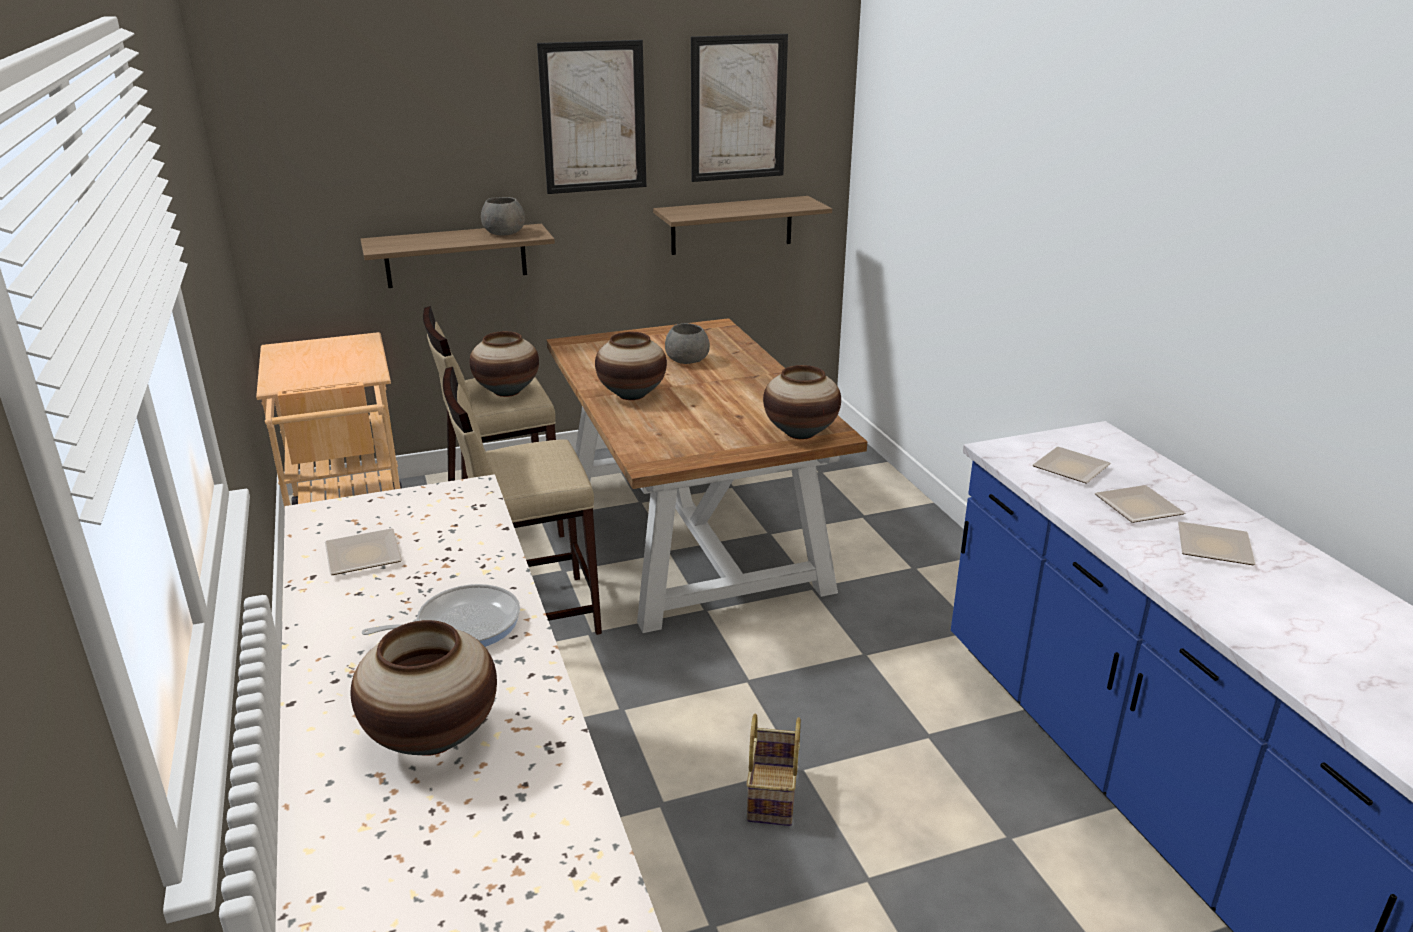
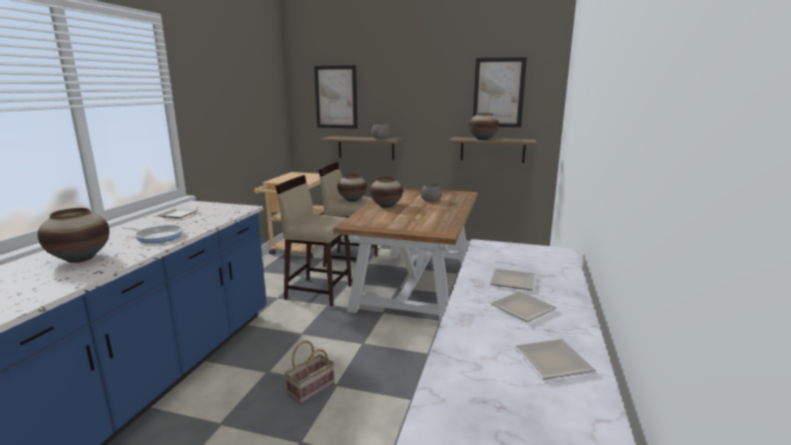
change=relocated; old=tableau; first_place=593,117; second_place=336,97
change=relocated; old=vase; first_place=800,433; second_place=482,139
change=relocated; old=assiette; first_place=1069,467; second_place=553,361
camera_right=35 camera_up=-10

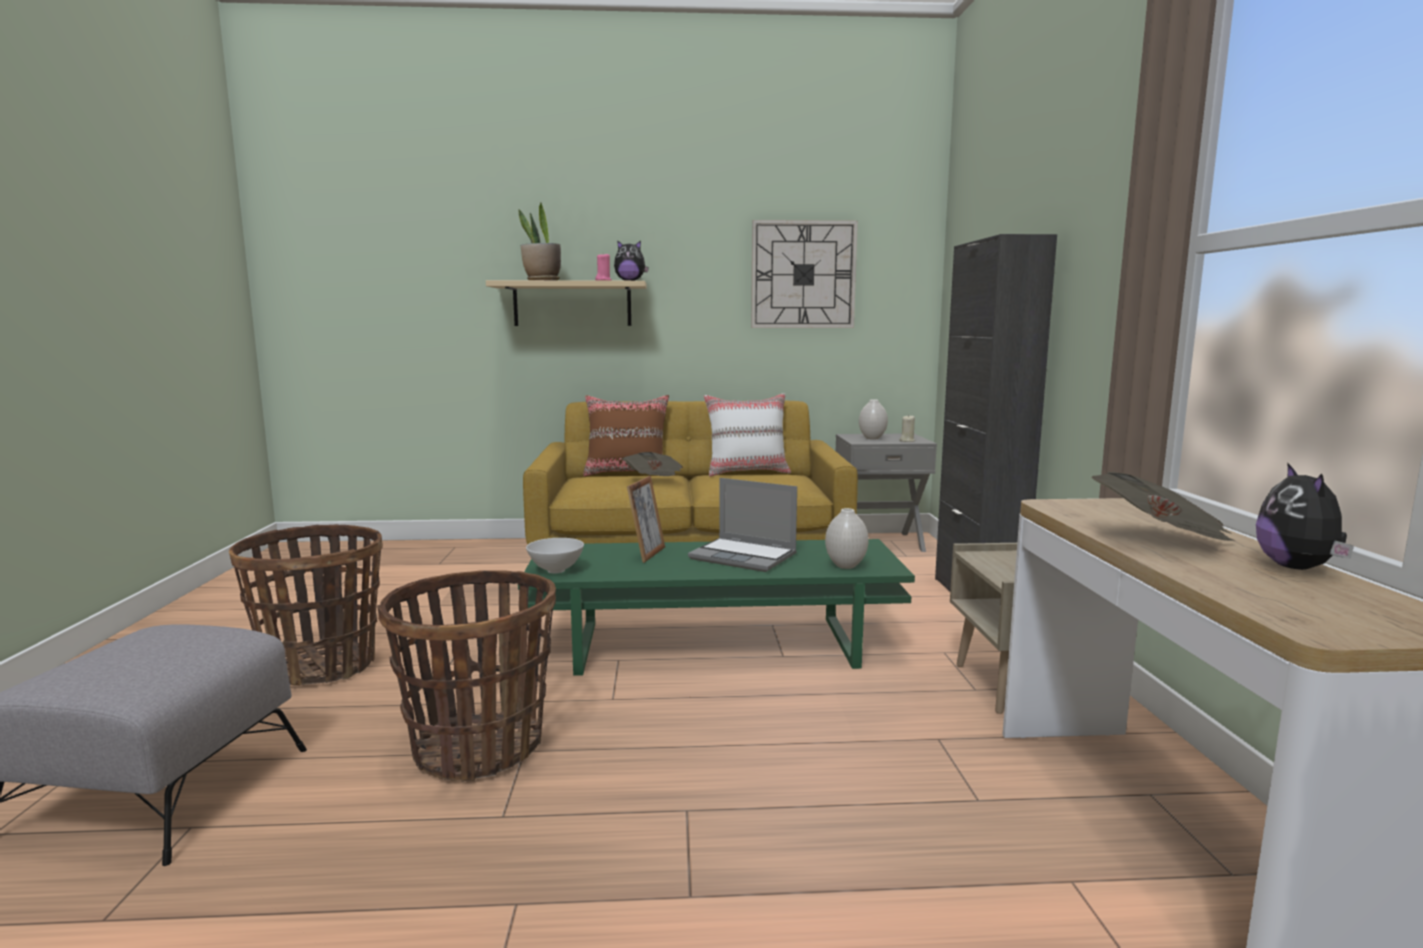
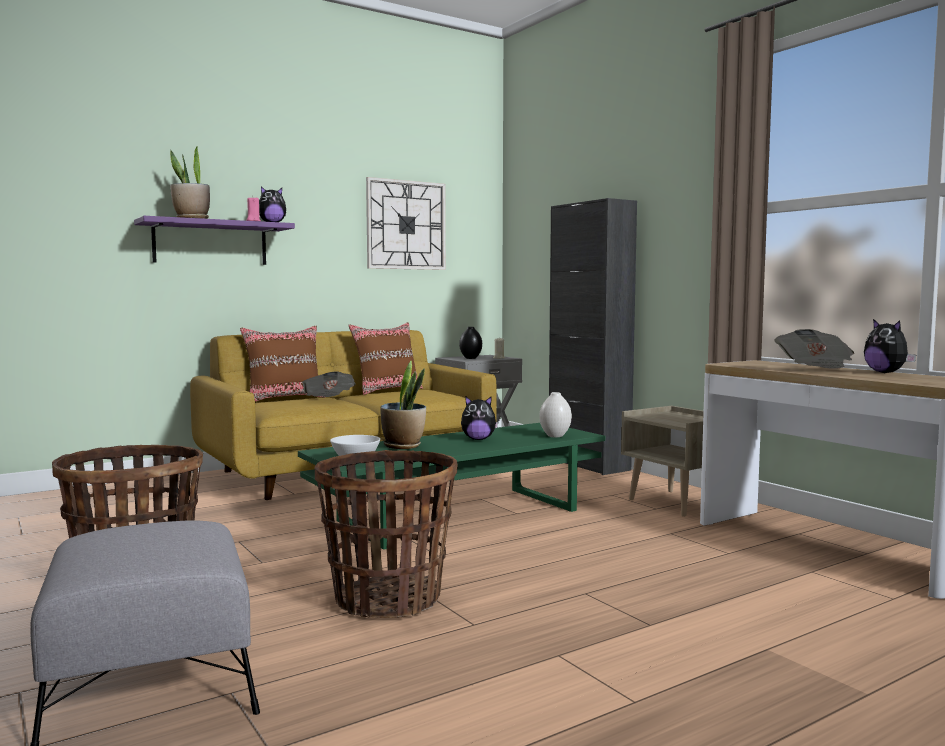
change=colour; old=étagère (beige); new=étagère (violet); first_place=572,304; second_place=210,243
change=exchanged; old=cadre photo; new=plante en pot; first_place=647,554; second_place=403,446
change=exchanged; old=ordinateur portable; new=peluche; first_place=744,557; second_place=478,439
change=colour; old=coussin (blanc); new=coussin (marron); first_place=747,472; second_place=387,390
change=colour; old=vase (blanc); new=vase (noir); first_place=872,438; second_place=470,358
camera_right=-30 camera_up=-5

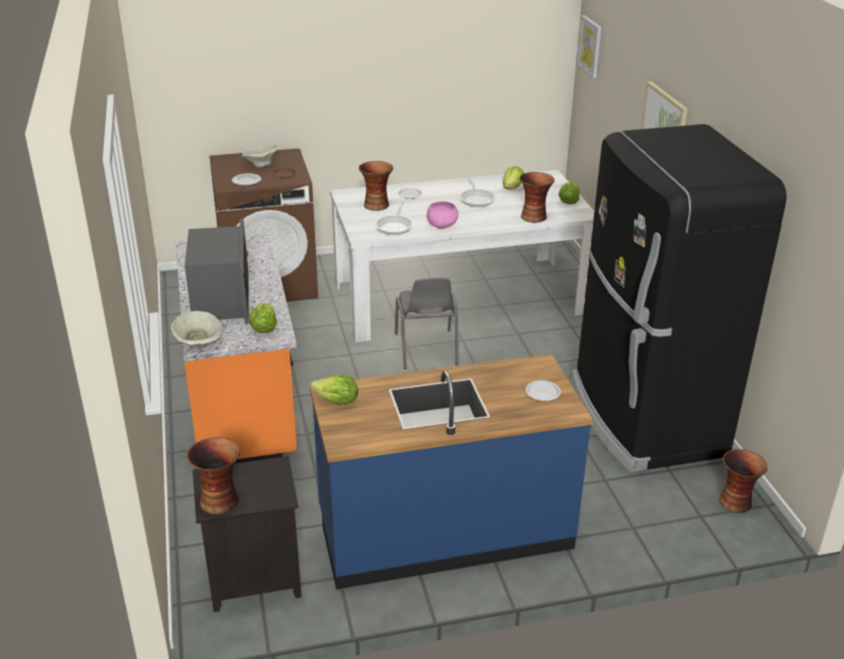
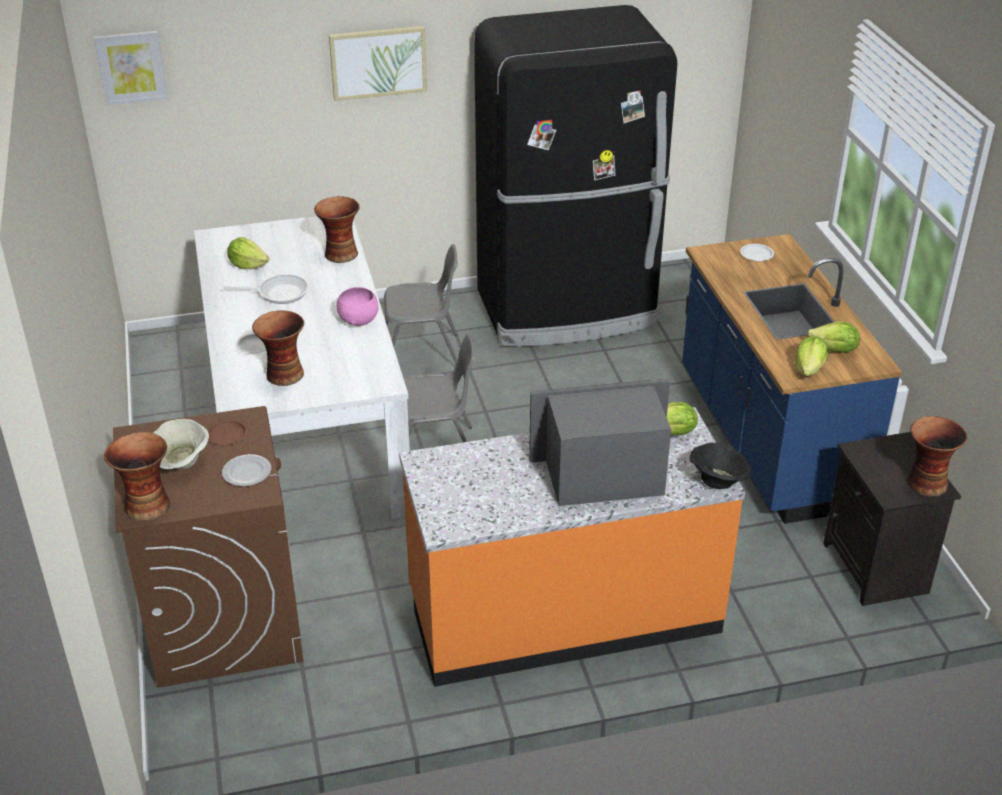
change=colour; old=bol (beige); new=bol (noir); first_place=199,344; second_place=718,481
change=missing; old=poêle; first_place=395,226
change=relocated; old=laitue; first_place=568,202; second_place=834,350
change=relocated; old=vase; first_place=736,502; second_place=146,505
change=appeared; new=chaise (gris); second_place=422,354
camera_right=-90 camera_up=5

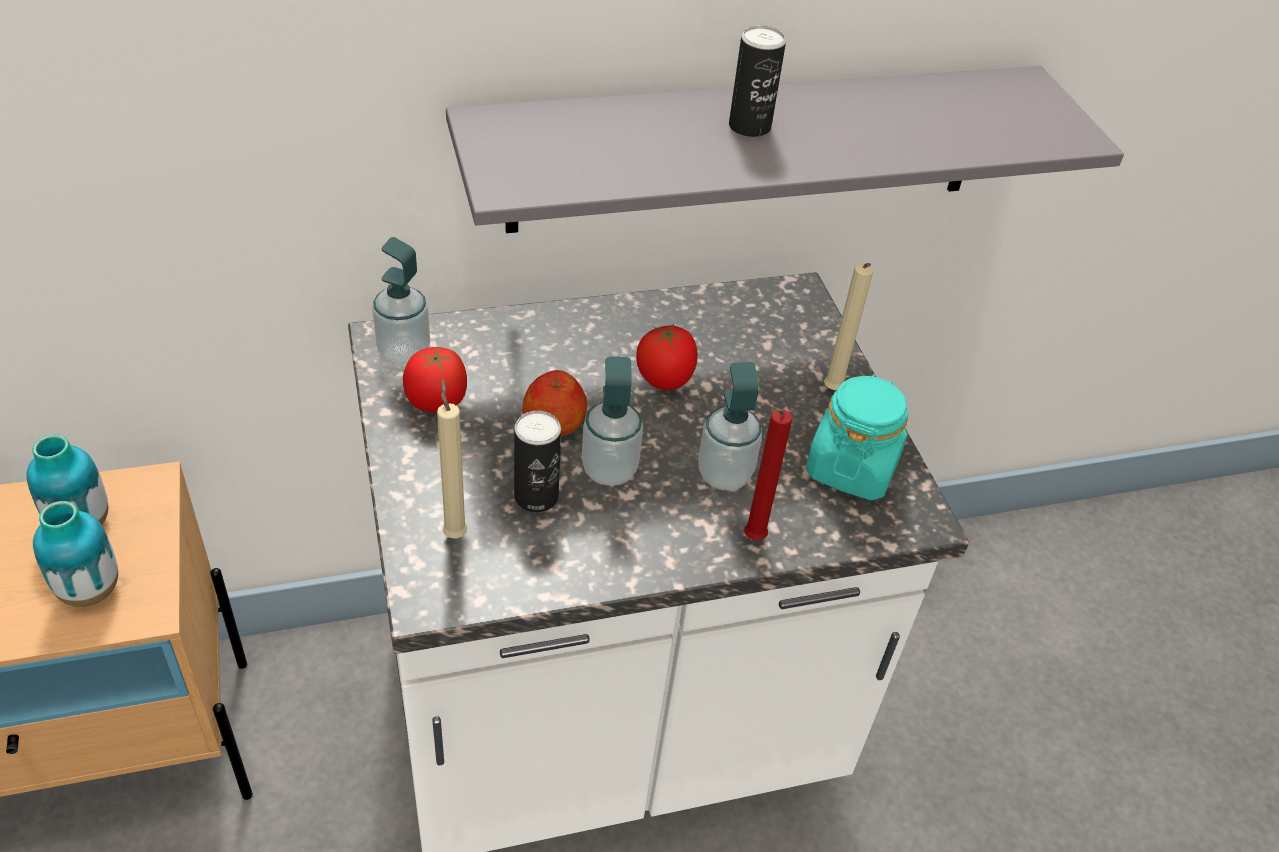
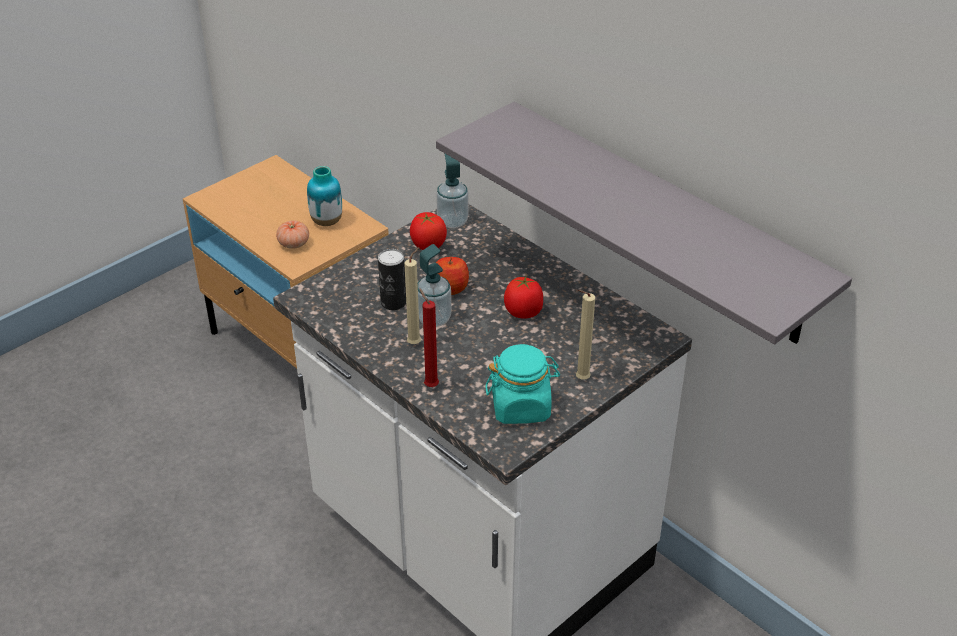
change=exchanged; old=vase; new=tomate; first_place=90,590; second_place=293,243
change=relocated; old=bougie (beige); first_place=454,532; second_place=416,343
change=missing; old=distributeur de savon; first_place=724,474
change=missing; old=boîte métallique; first_place=749,126
camera_right=65 camera_up=-5

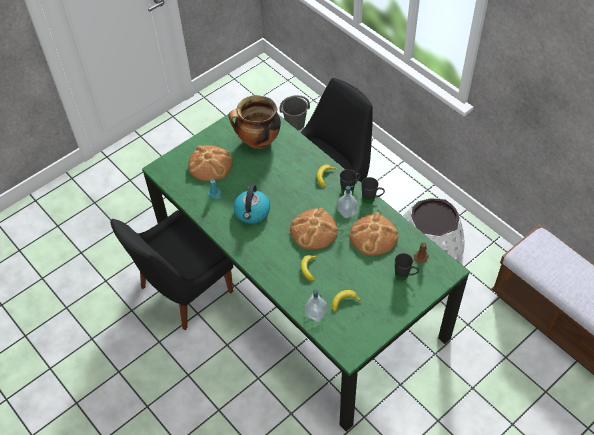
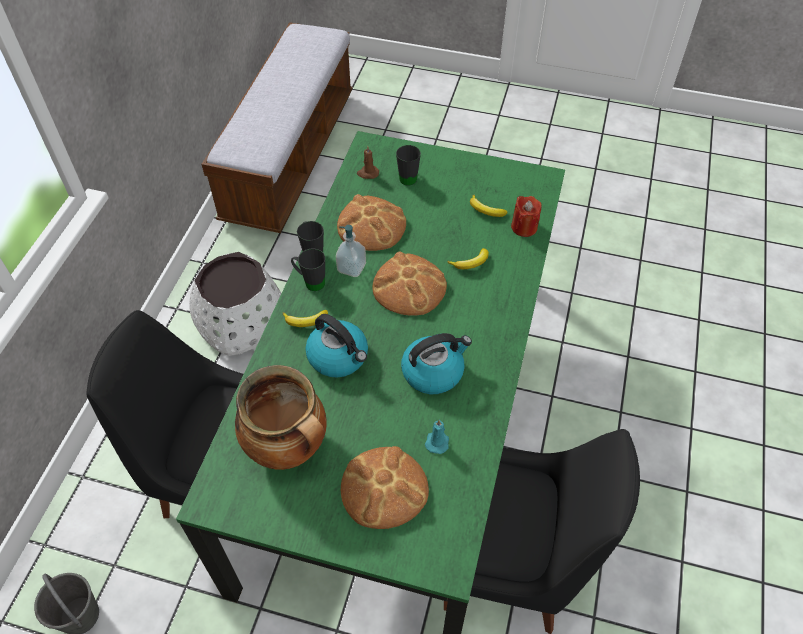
change=exchanged; old=distributeur de savon; new=bougie (rouge); first_place=315,313; second_place=524,227
change=appeared; new=bouilloire; second_place=339,357
camera_right=-125 camera_up=0

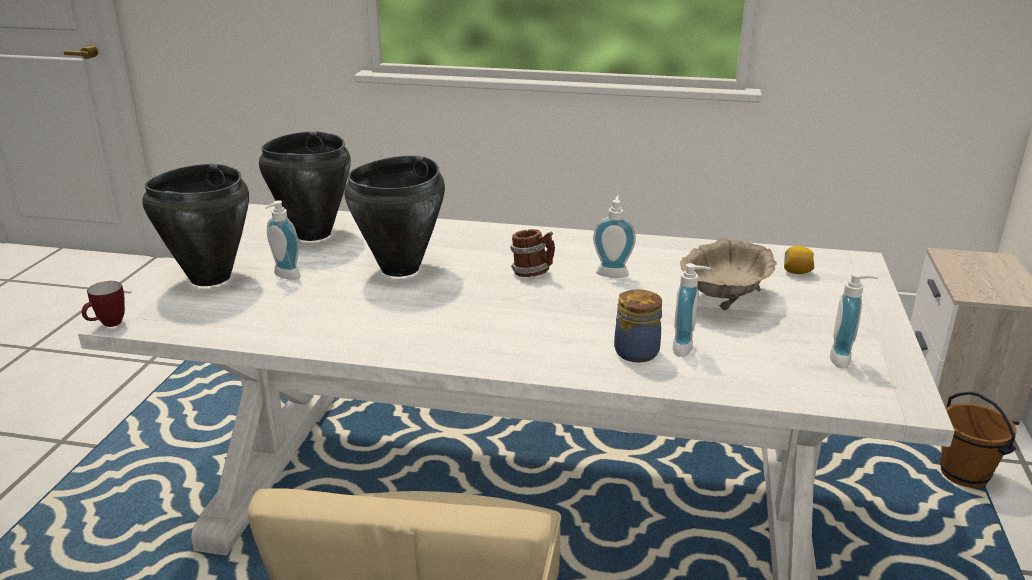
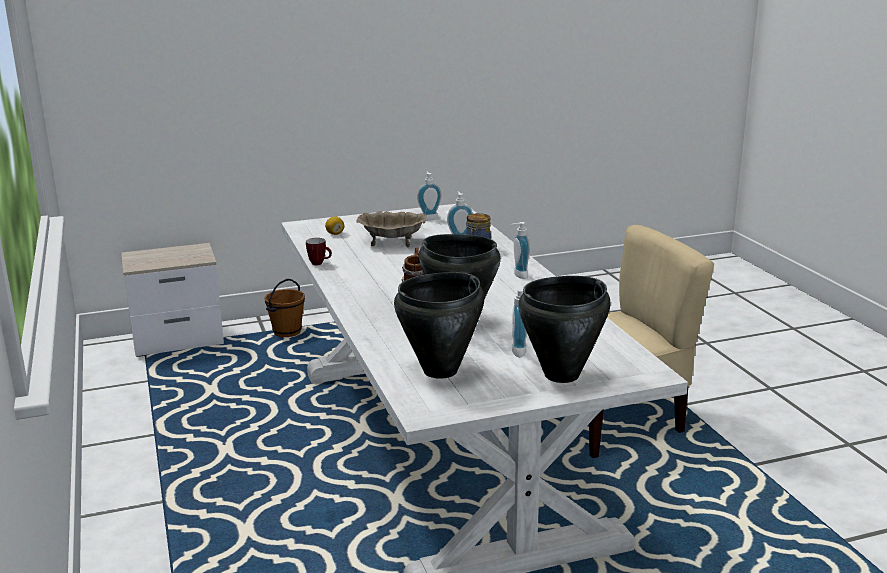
change=relocated; old=mug; first_place=108,325; second_place=320,263
change=relocated; old=distributeur de savon; first_place=612,272; second_place=518,275
camera_right=-120 camera_up=-5

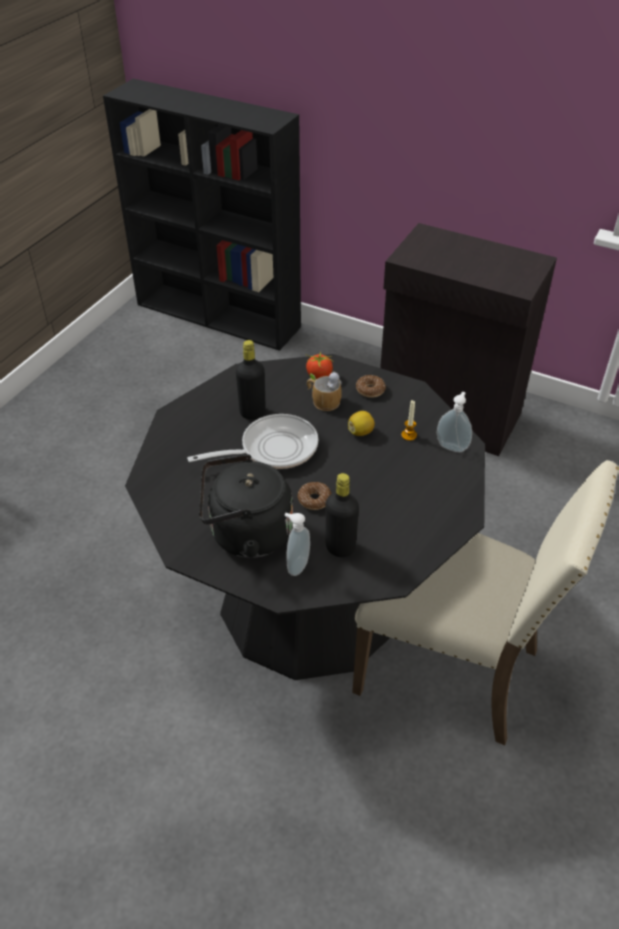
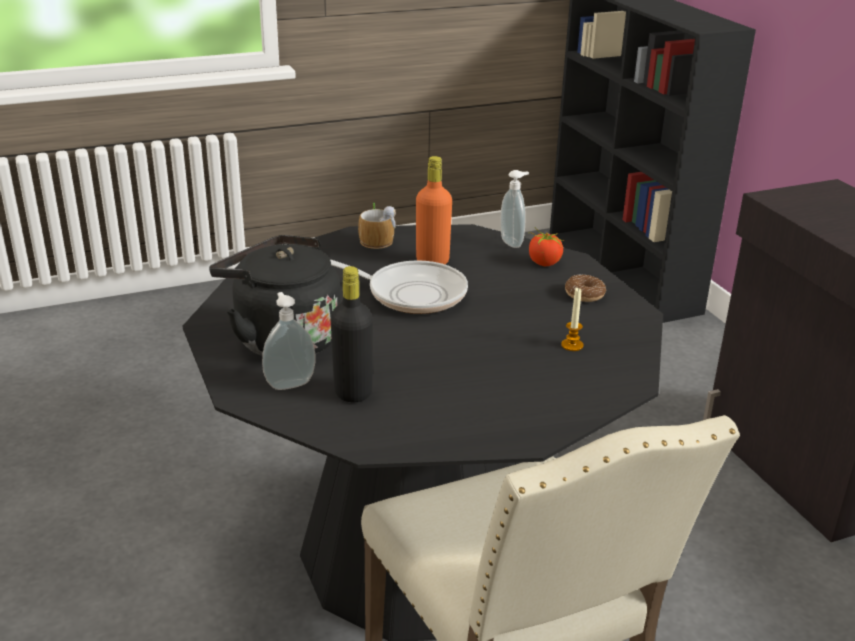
change=colour; old=bouteille (noir); new=bouteille (orange); first_place=252,412; second_place=432,261
change=missing; old=beignet; first_place=314,499
change=relocated; old=mug; first_place=323,399; second_place=376,239
change=missing; old=citron; first_place=361,432
change=relocated; old=distributeur de savon; first_place=452,446; second_place=513,242
camera_right=40 camera_up=-15

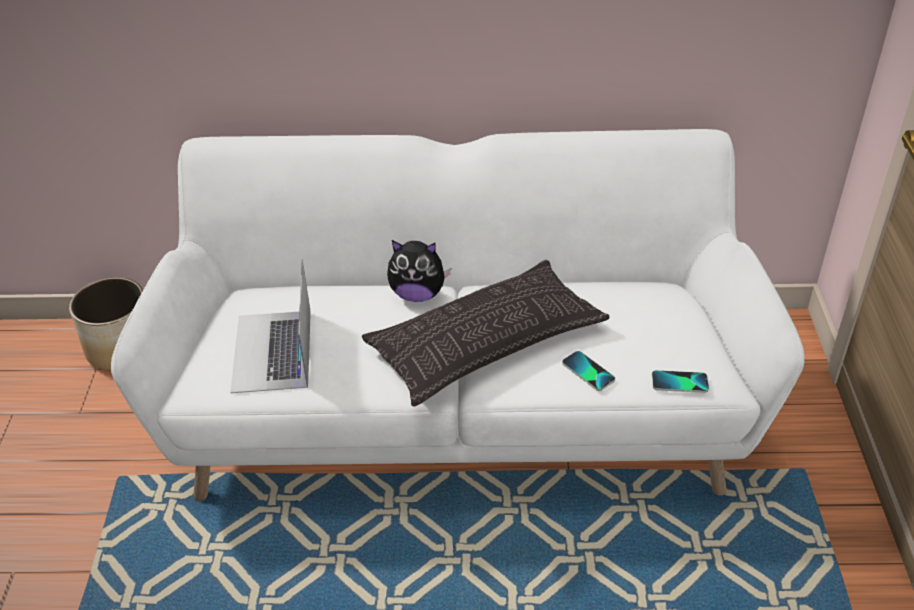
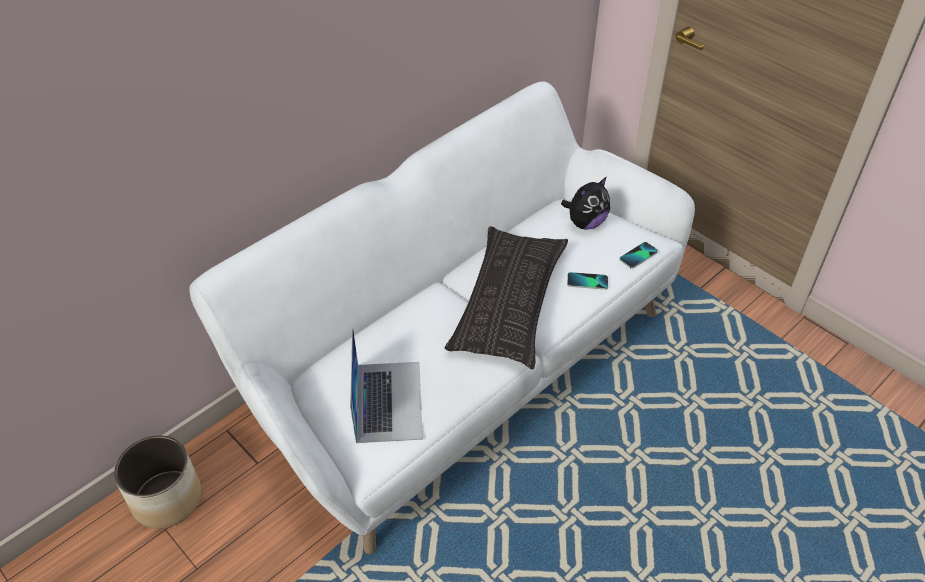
change=spun; old=ordinateur portable; first_place=272,351; second_place=388,400; degrees=-135
change=relocated; old=peluche; first_place=418,294; second_place=585,223
camera_right=-45 camera_up=5

